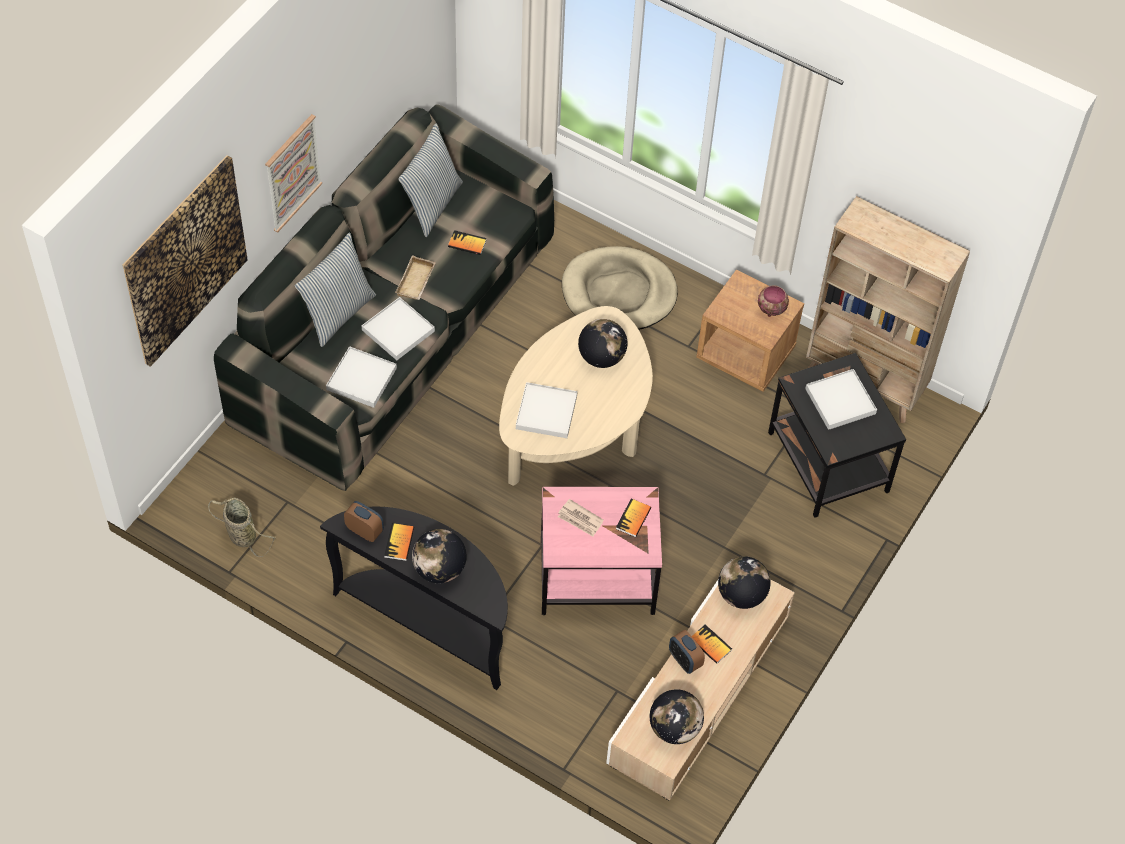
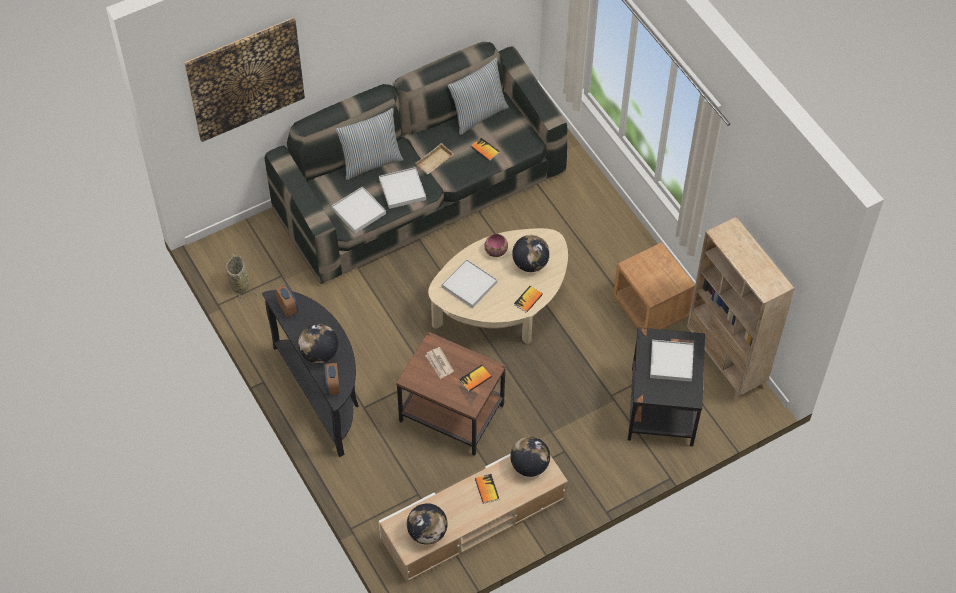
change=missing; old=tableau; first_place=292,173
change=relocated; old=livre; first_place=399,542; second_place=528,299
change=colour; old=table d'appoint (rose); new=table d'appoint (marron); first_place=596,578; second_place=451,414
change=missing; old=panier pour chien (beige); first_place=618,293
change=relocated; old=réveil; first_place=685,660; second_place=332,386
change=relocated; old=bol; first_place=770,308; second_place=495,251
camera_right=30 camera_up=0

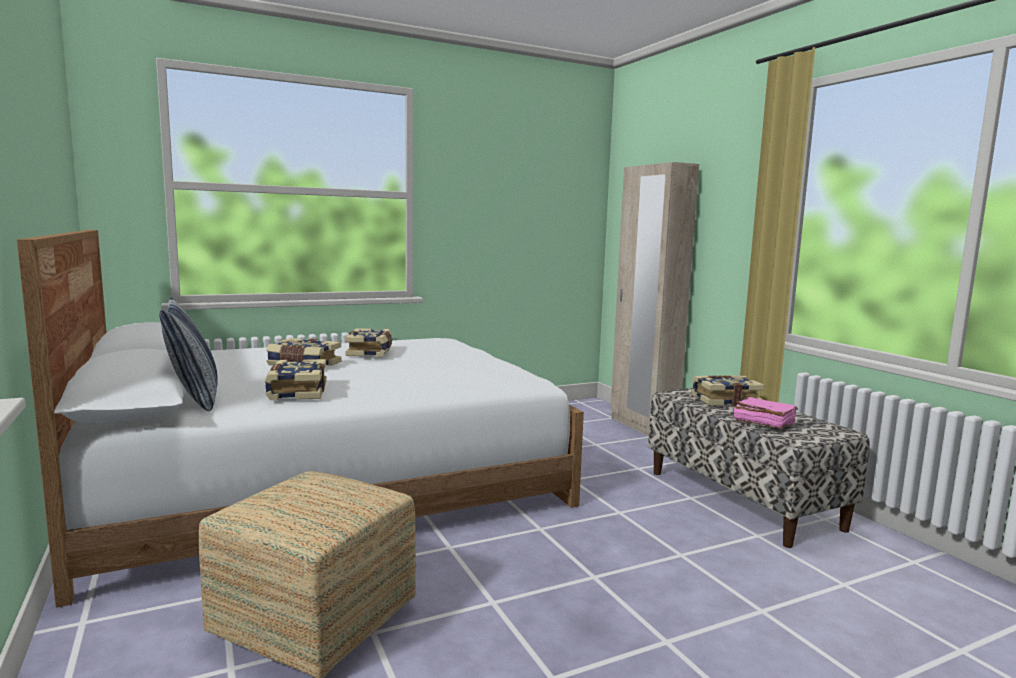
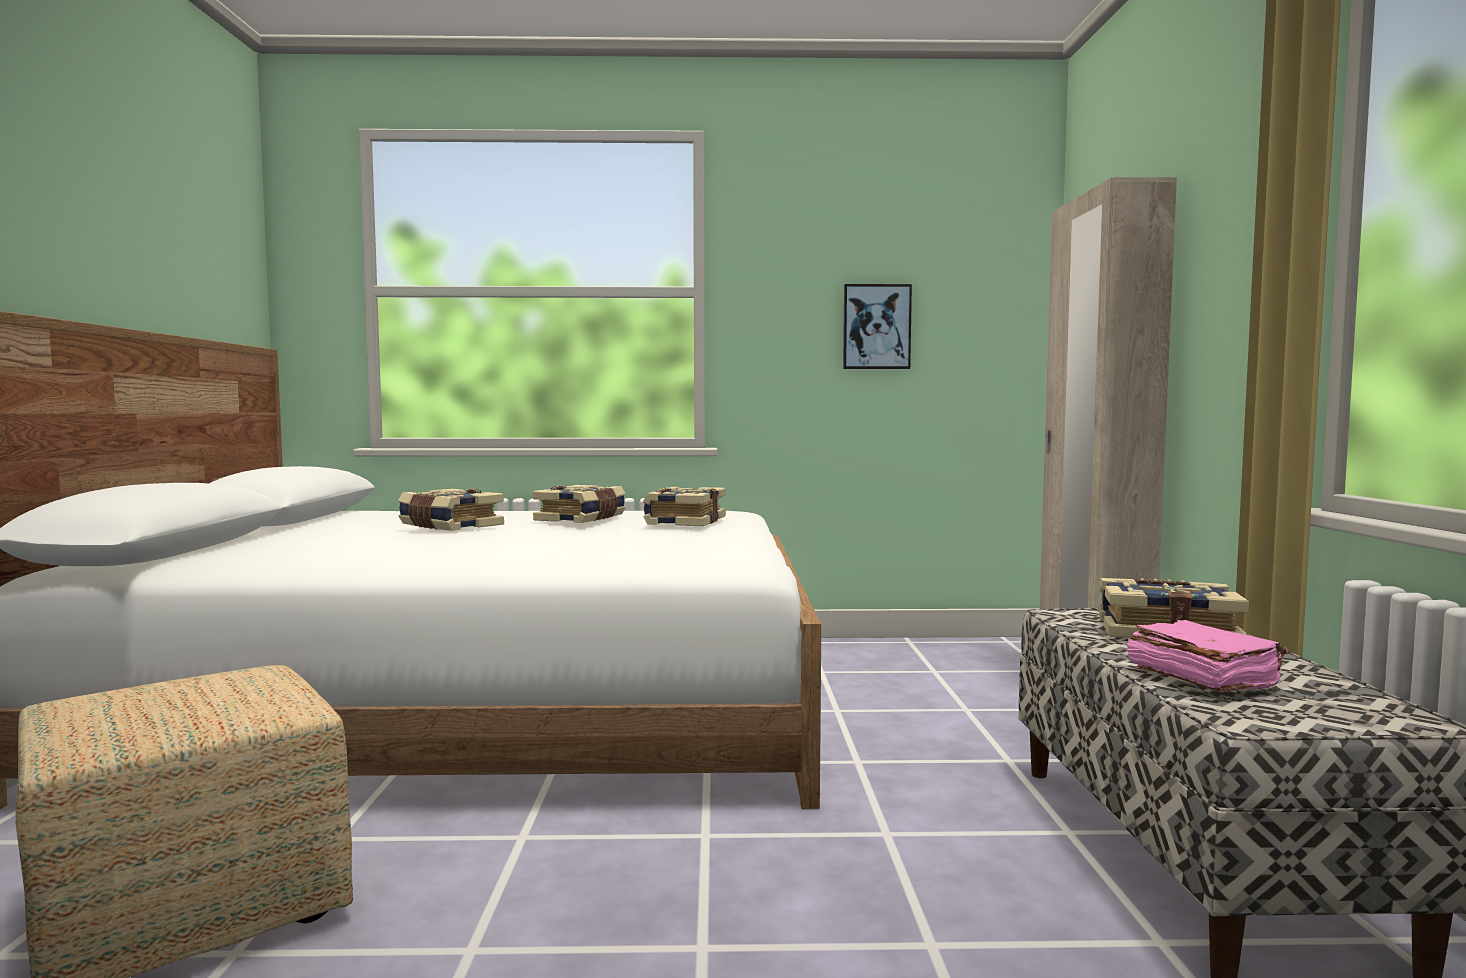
change=missing; old=coussin; first_place=194,399
change=relocated; old=livre; first_place=296,392; second_place=684,522
change=appeared; new=tableau; second_place=876,327
camera_right=25 camera_up=-5

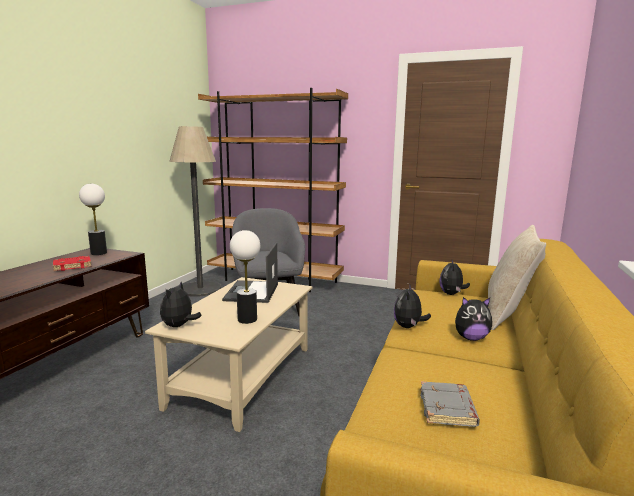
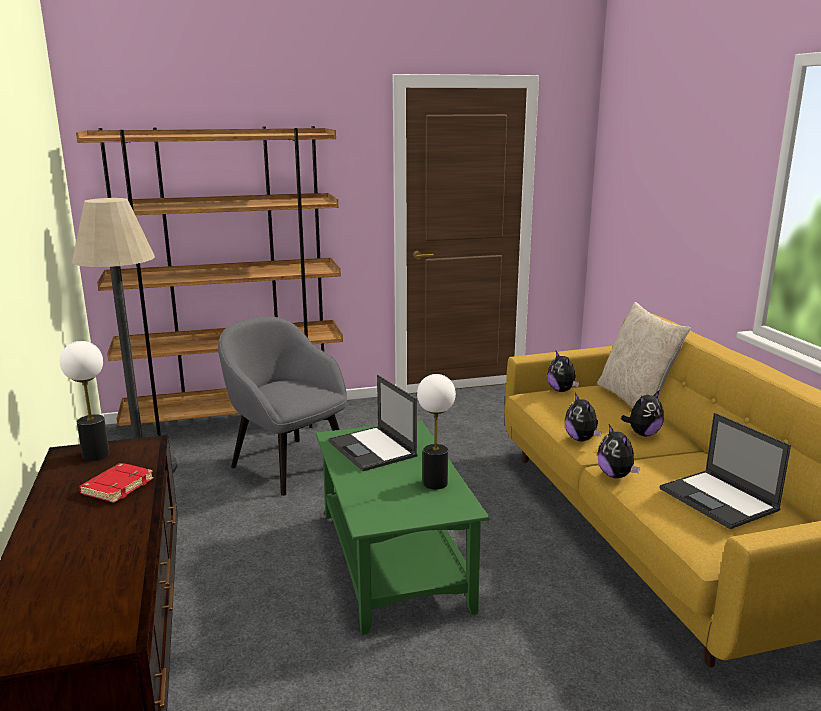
change=colour; old=table basse (beige); new=table basse (vert); first_place=242,377; second_place=394,561
change=relocated; old=peluche; first_place=179,326; second_place=616,475
change=exchanged; old=livre (gris); new=ordinateur portable; first_place=448,408; second_place=719,500
camera_right=-35 camera_up=5

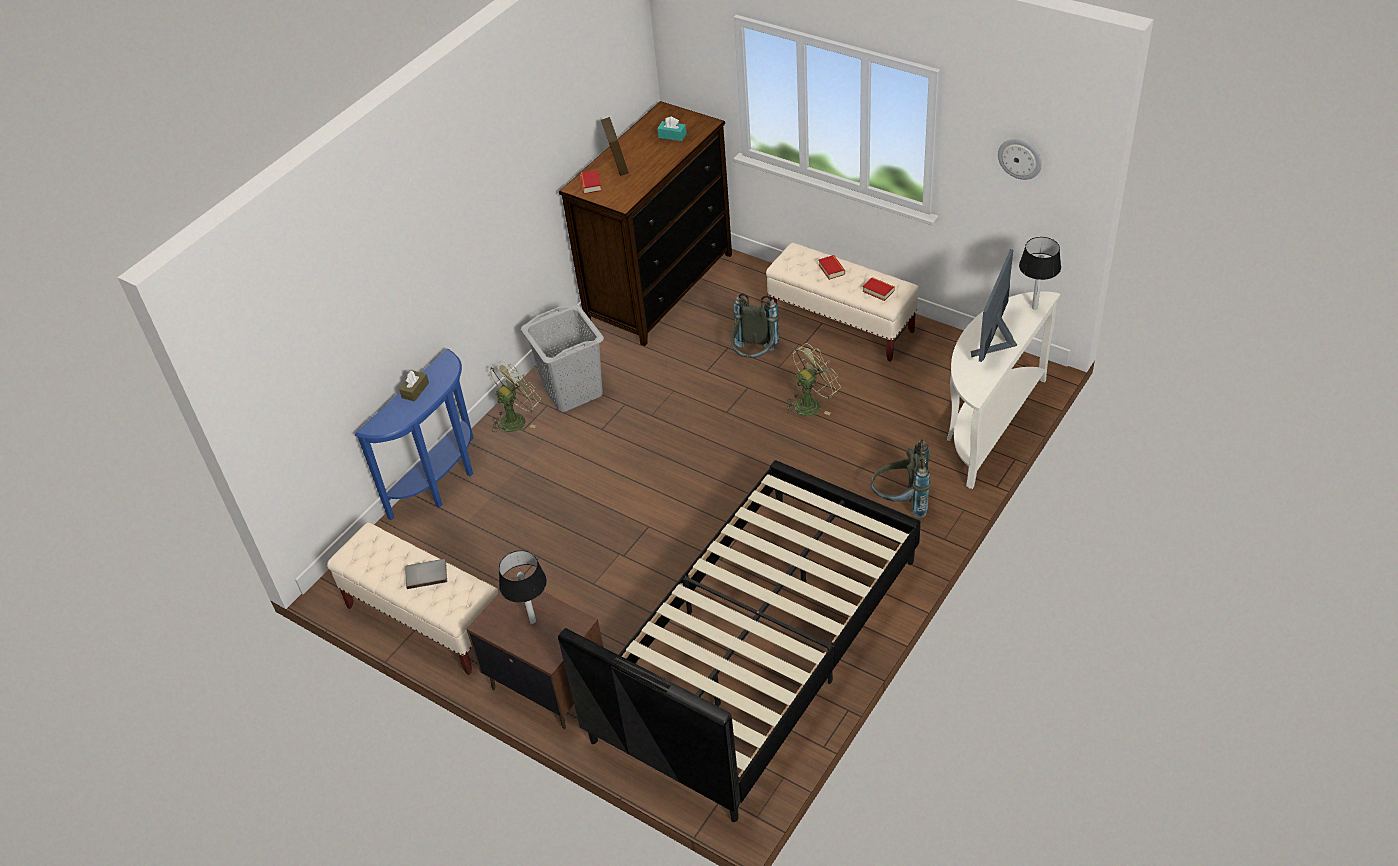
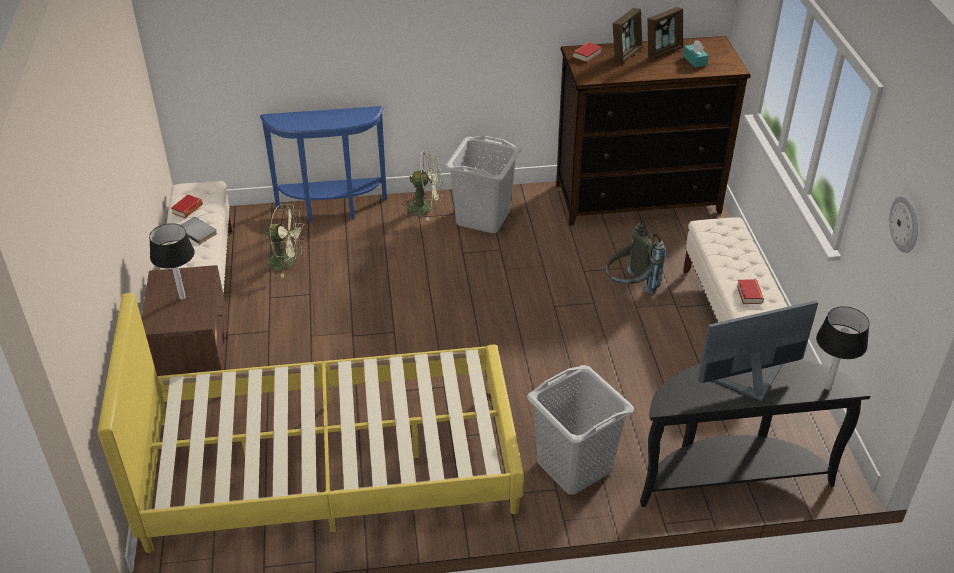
change=missing; old=boîte à mouchoirs (marron); first_place=415,390
change=colour; old=lit (noir); new=lit (jaune); first_place=758,648; second_place=331,465
change=relocated; old=ventilateur (vert); first_place=811,403; second_place=287,263
change=relocated; old=livre; first_place=831,269; second_place=187,209
change=exchanged; old=sac à dos (gris); new=panier à linge (gris); first_place=901,502; second_place=574,467
change=colour; old=table console (blanc); new=table console (noir); first_place=988,425; second_place=730,475
change=appeared; new=cadre photo; second_place=663,51
camera_right=45 camera_up=-5

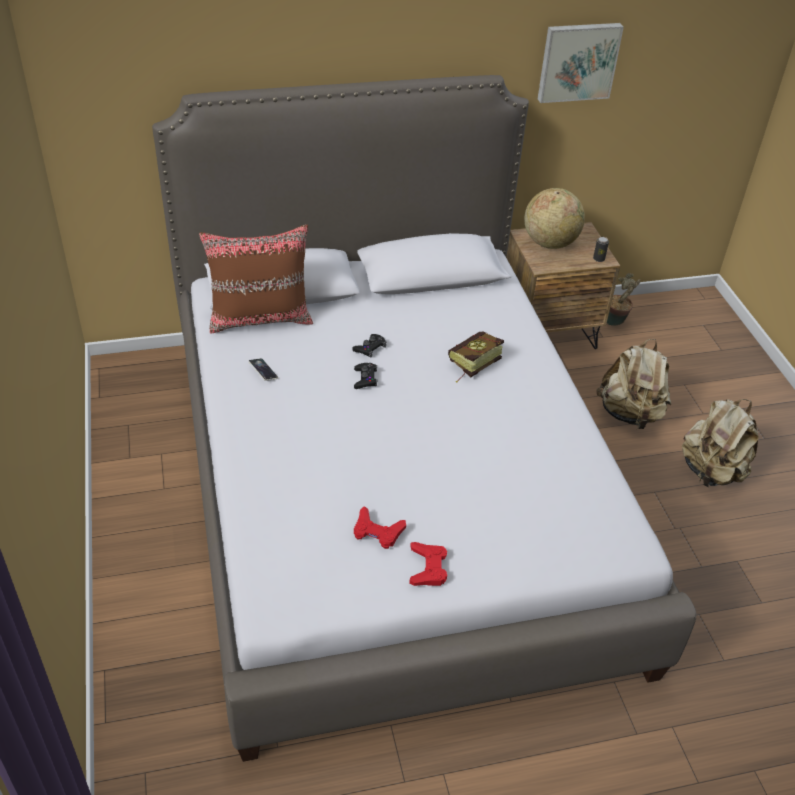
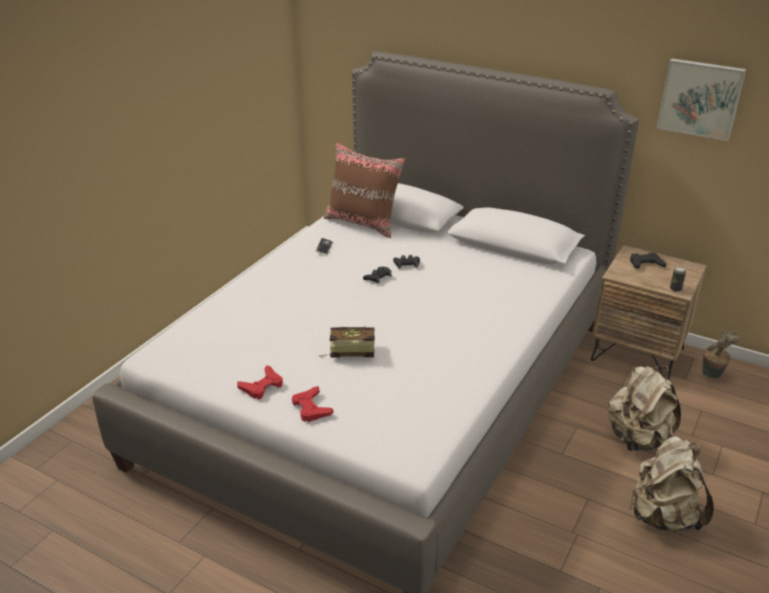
change=relocated; old=manette (rouge); first_place=377,532; second_place=311,408
change=relocated; old=livre; first_place=470,366; second_place=347,351
change=exchanged; old=globe; new=manette (noir); first_place=550,243; second_place=646,264
camera_right=45 camera_up=-10

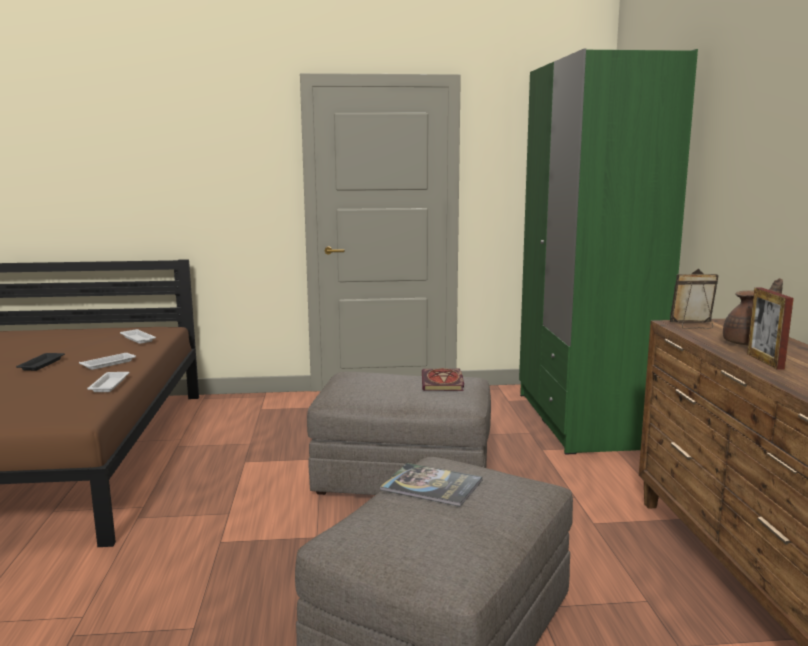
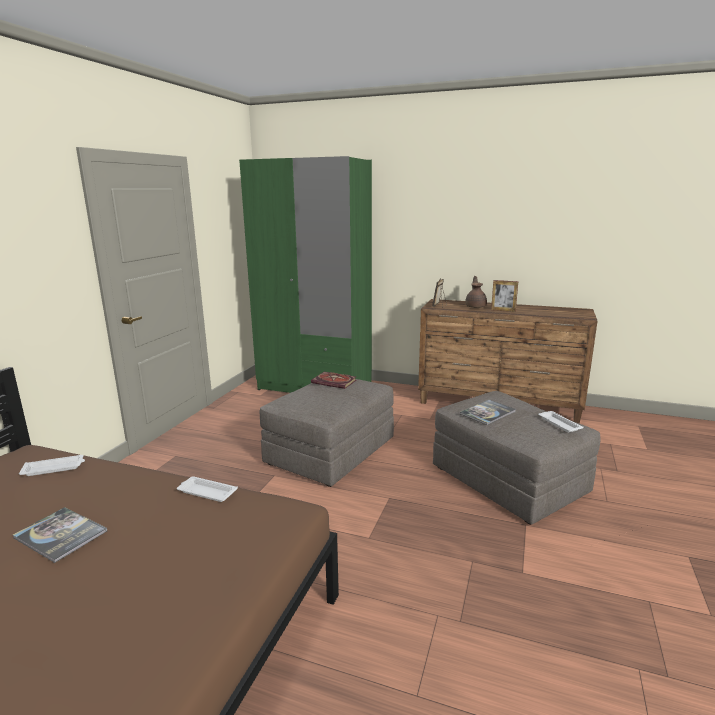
change=exchanged; old=plateau (noir); new=livre; first_place=42,364; second_place=60,535
change=relocated; old=plateau (blanc); first_place=109,364; second_place=558,424
camera_right=-65 camera_up=5

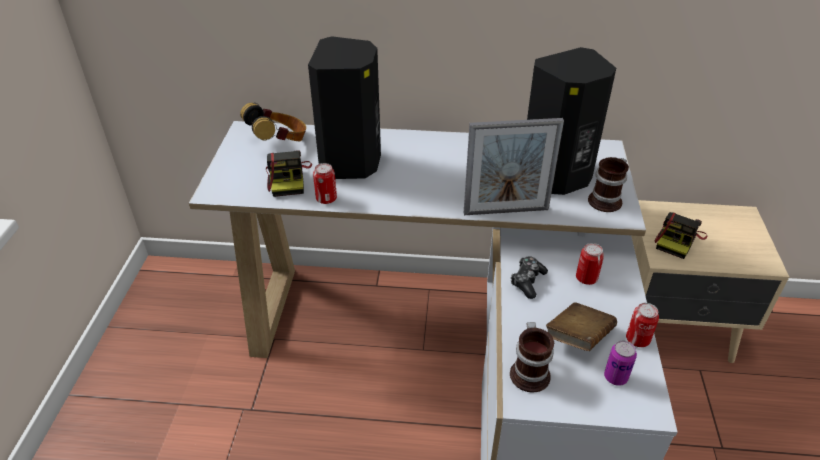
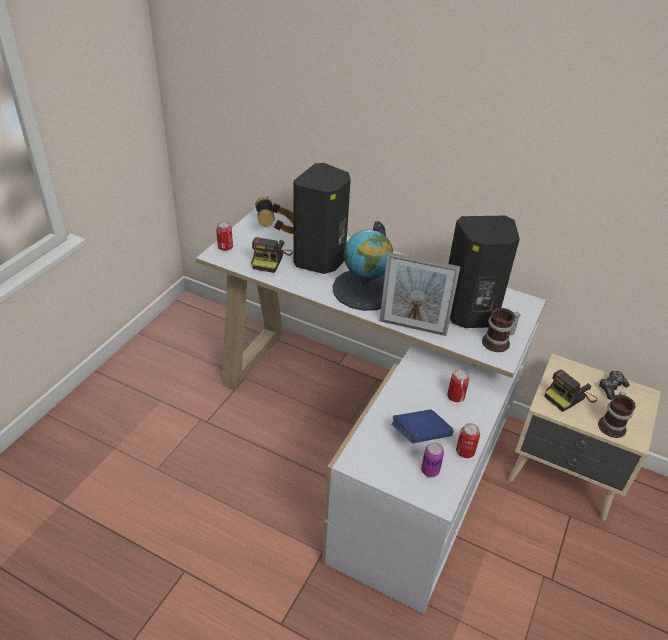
change=relocated; old=boîte métallique; first_place=326,199; second_place=225,247
change=relocated; old=mug; first_place=531,372; second_place=613,425
change=relocated; old=manette; first_place=527,281; second_place=611,388
change=colour; old=livre (marron); new=livre (bleu); first_place=578,338; second_place=420,435
change=appeared; new=globe; second_place=365,289
camera_right=20 camera_up=0

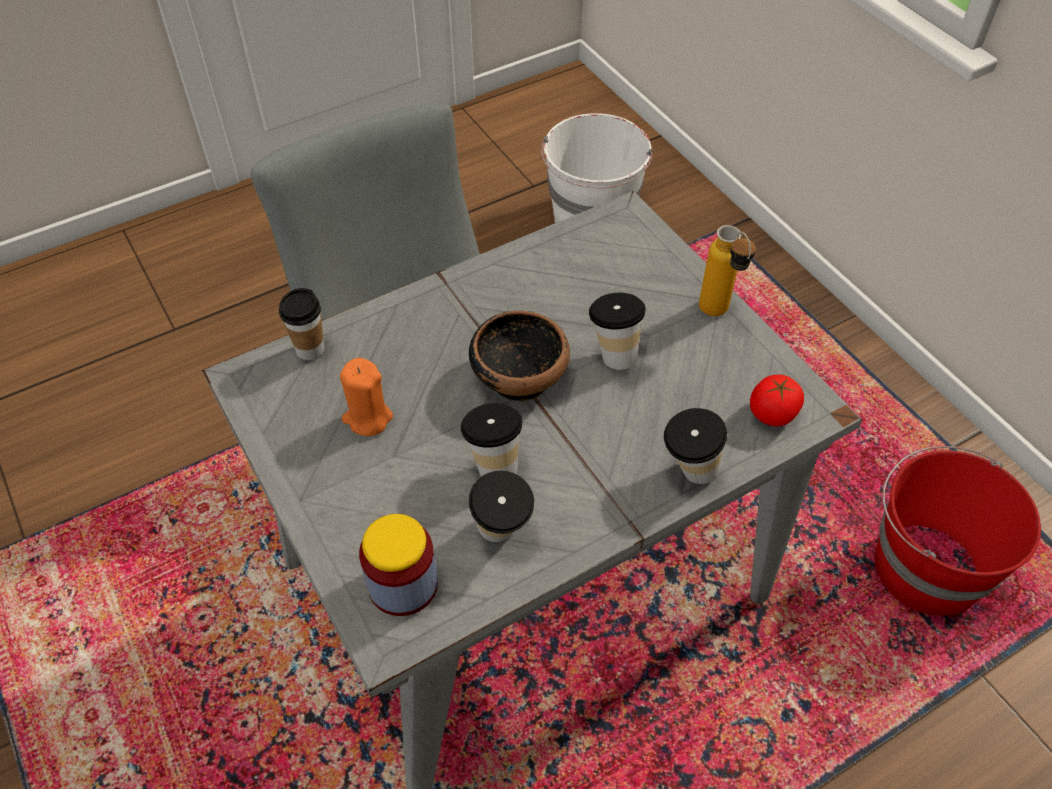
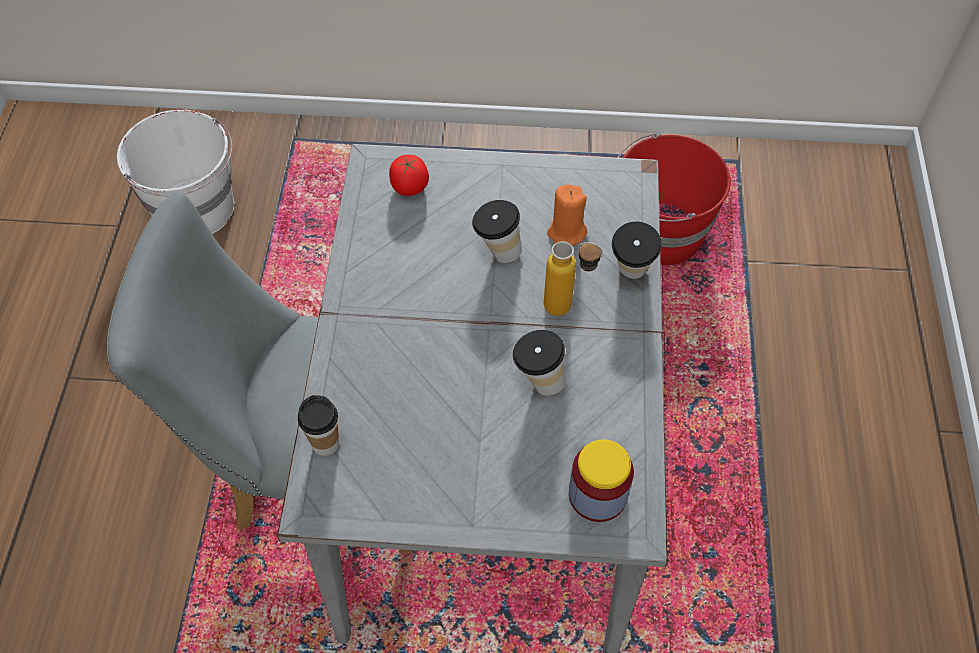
change=relocated; old=bougie (orange); first_place=367,418; second_place=566,233
change=missing; old=bol; first_place=519,376
change=missing; old=tasse; first_place=501,537
change=relocated; old=bouteille; first_place=718,315; second_place=568,308
change=relocated; old=tomate; first_place=772,413; second_place=409,186
camera_right=-55 camera_up=5

